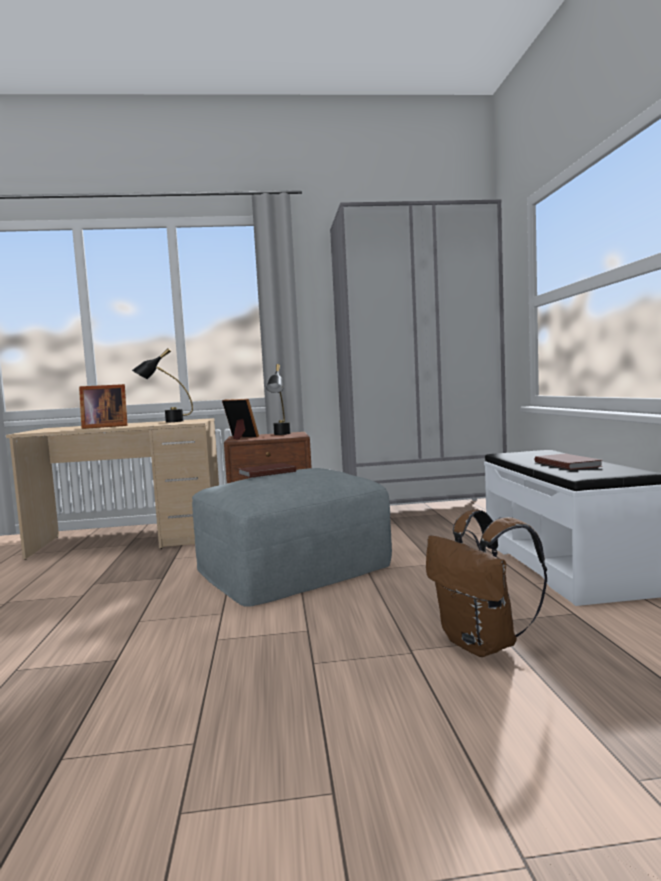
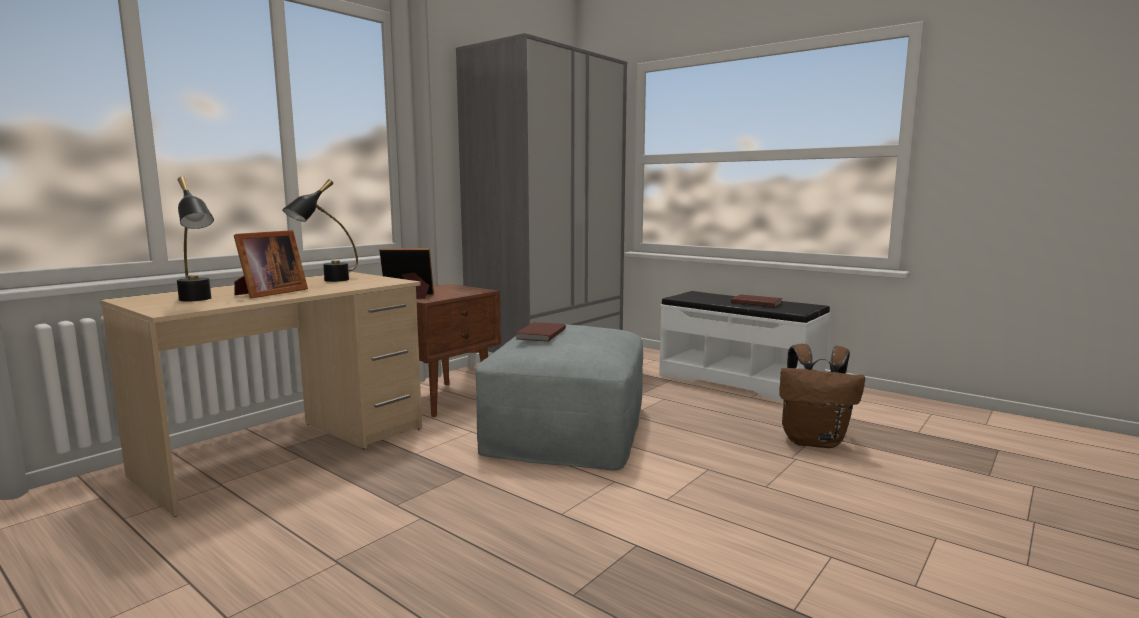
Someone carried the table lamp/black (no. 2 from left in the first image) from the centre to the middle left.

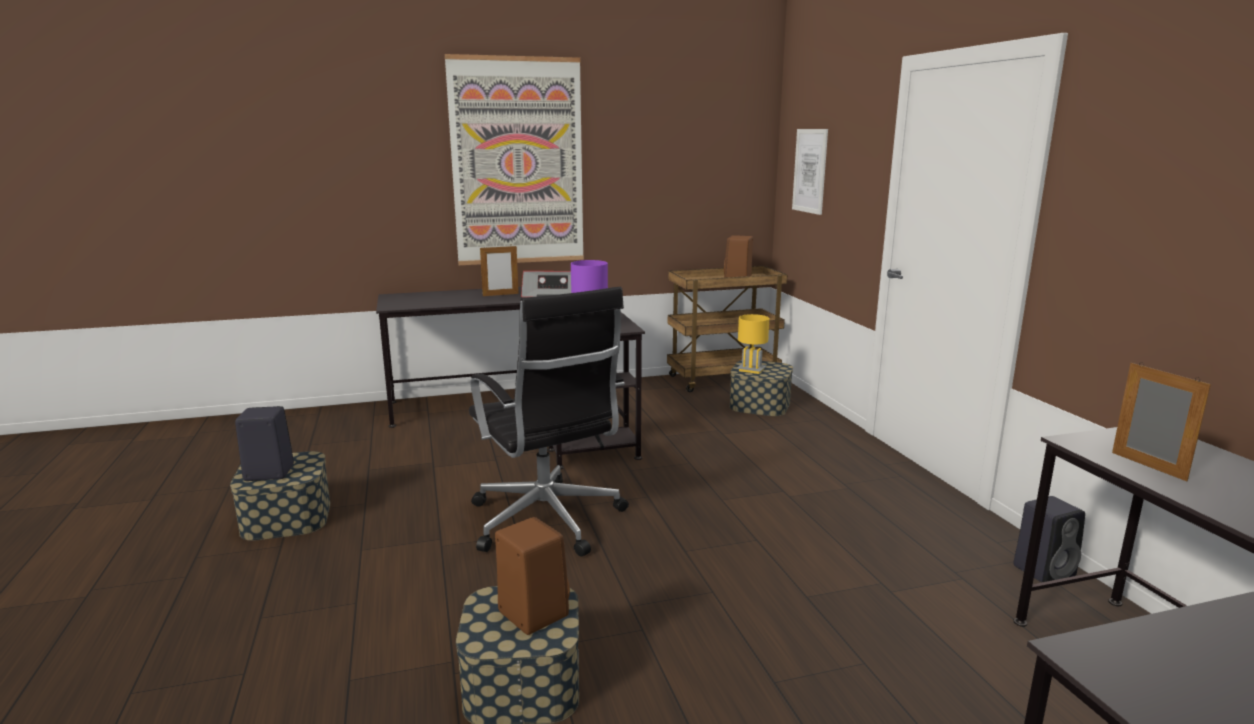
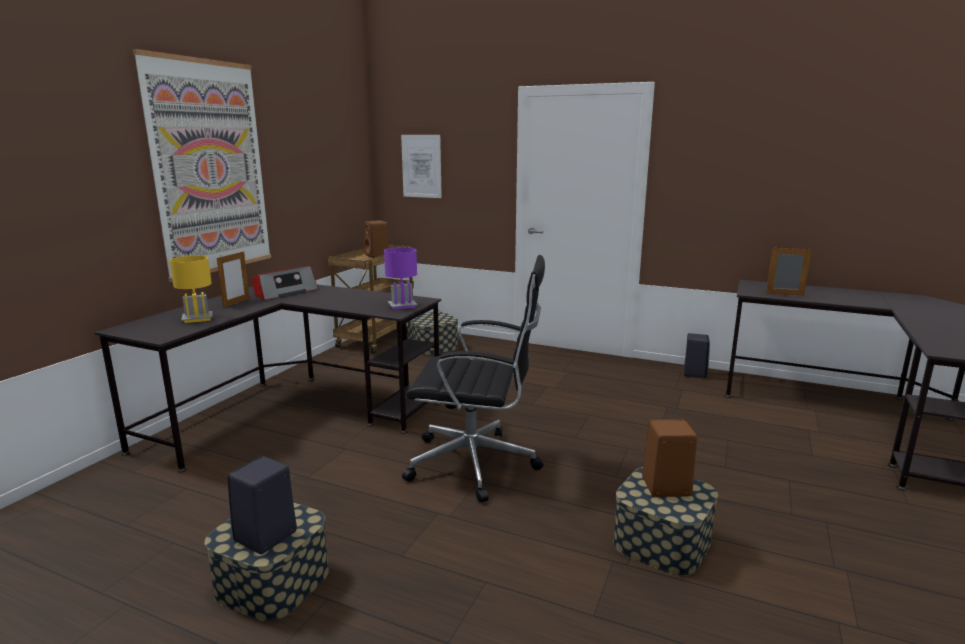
Someone carried the table lamp/yellow from the centre to the middle left.

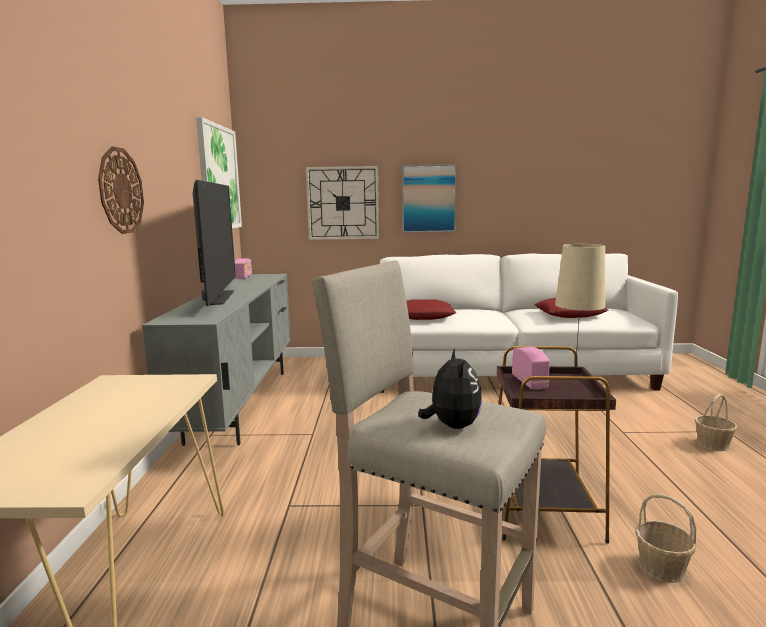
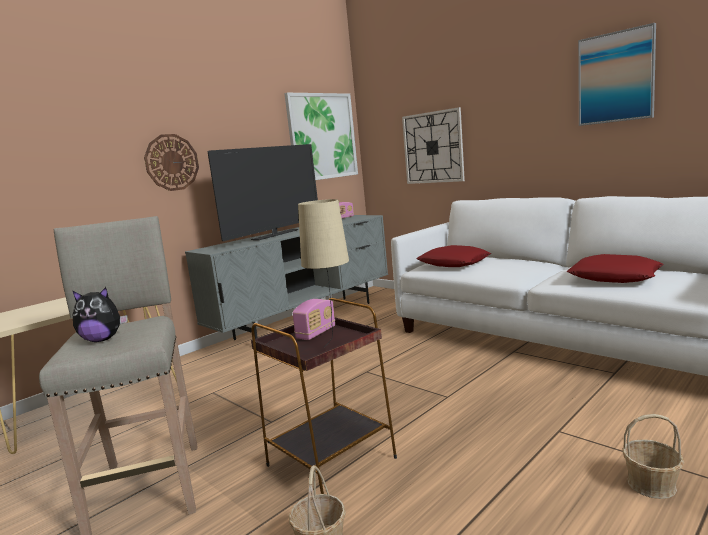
Someone carried the picture (no. 2 from left) from the top centre to the top right. Someone rotated the plush toy at the centre by 45 degrees clockwise.

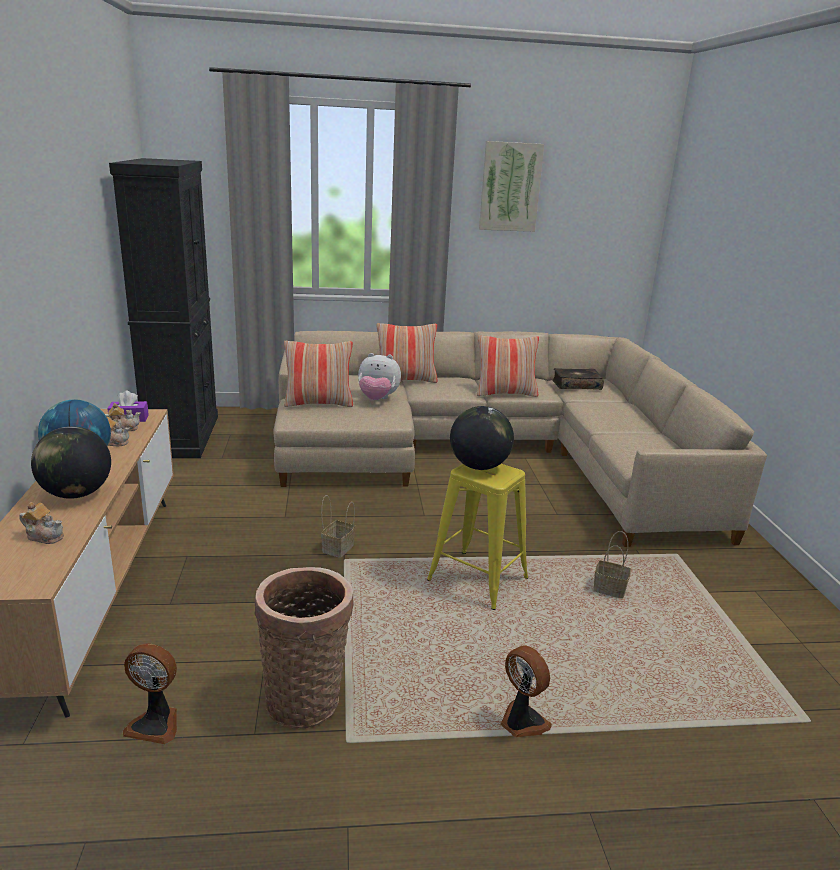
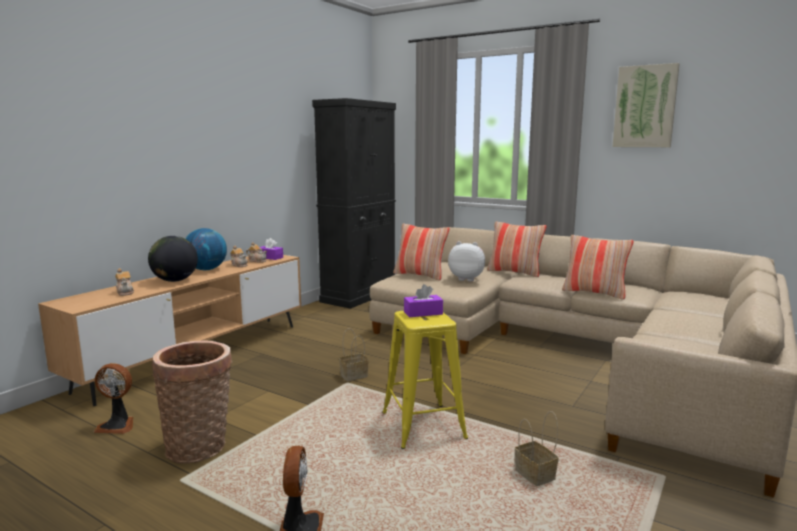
Someone rotated the fan (no. 1 from left) at the bottom left by 45 degrees counterclockwise. Someone rotated the plush toy at the centre by 150 degrees clockwise. Someone swapped the globe (no. 3 from left) at the centre for the tissue box/purple (no. 2 from left) at the centre. Someone took away the book at the middle right.

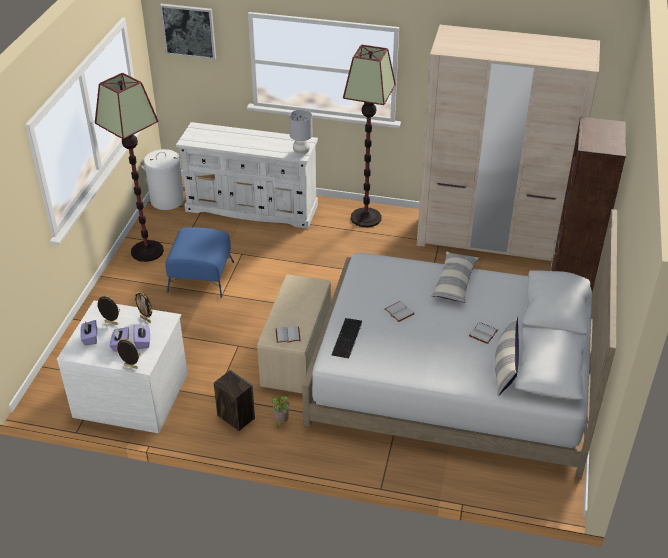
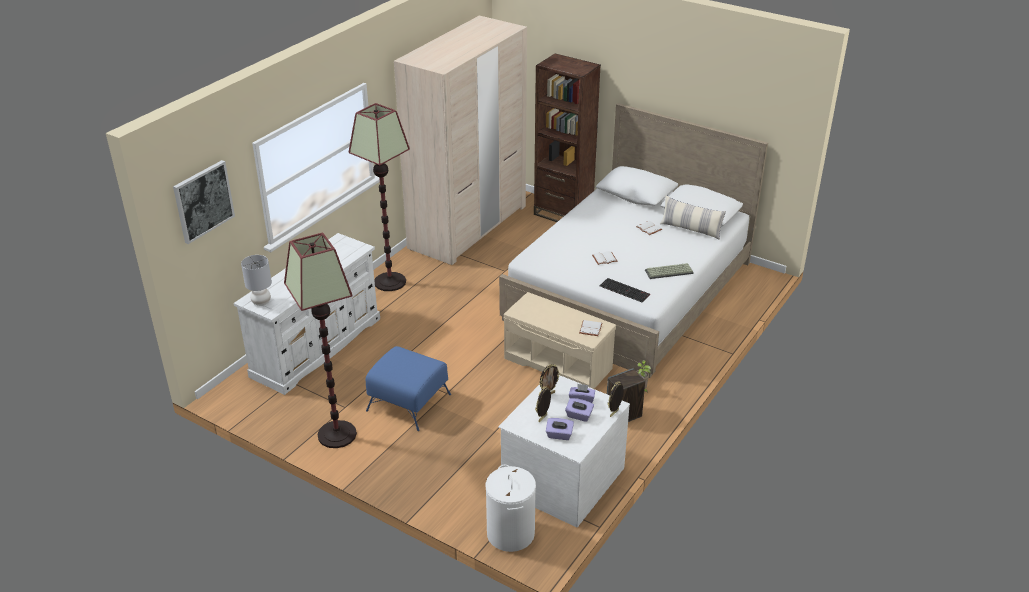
Someone carried the laundry basket/white from the top left to the bottom centre. Someone carried the table lamp/grey from the top centre to the middle left. Someone took away the pillow (no. 1 from left) at the middle right. Someone put down the keyboard (no. 2 from left) at the centre.

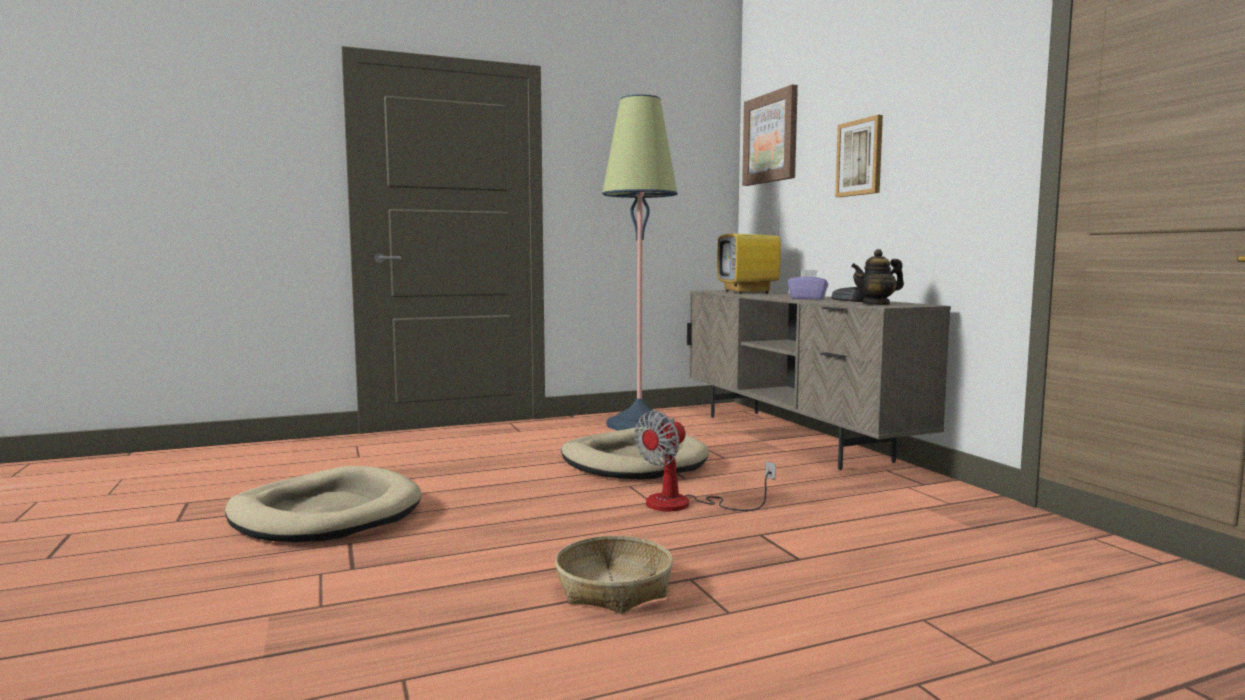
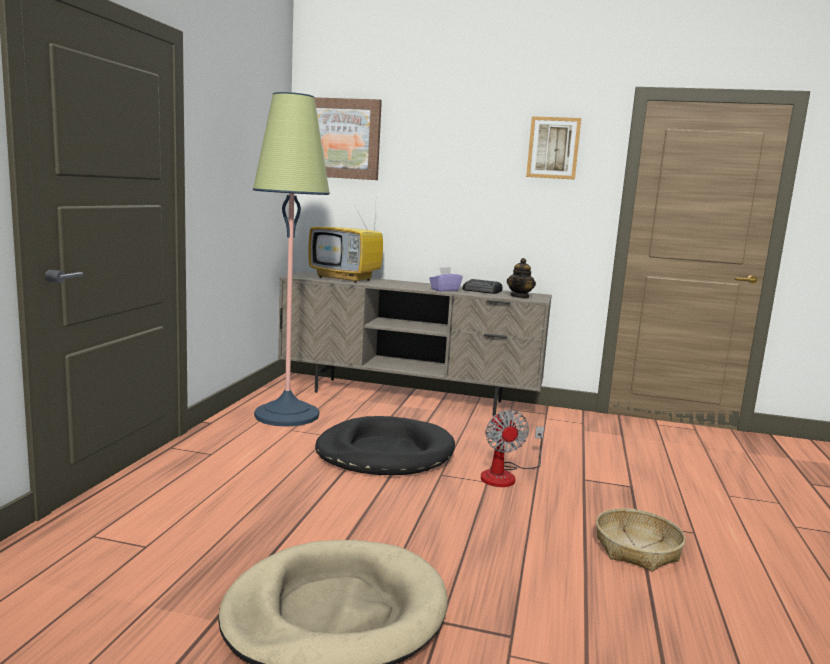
Someone repainted the dog bed/beige (no. 2 from left) at the centre, which became the dog bed/black at the bottom centre. Someone carried the picture (no. 2 from left) from the top right to the top centre.

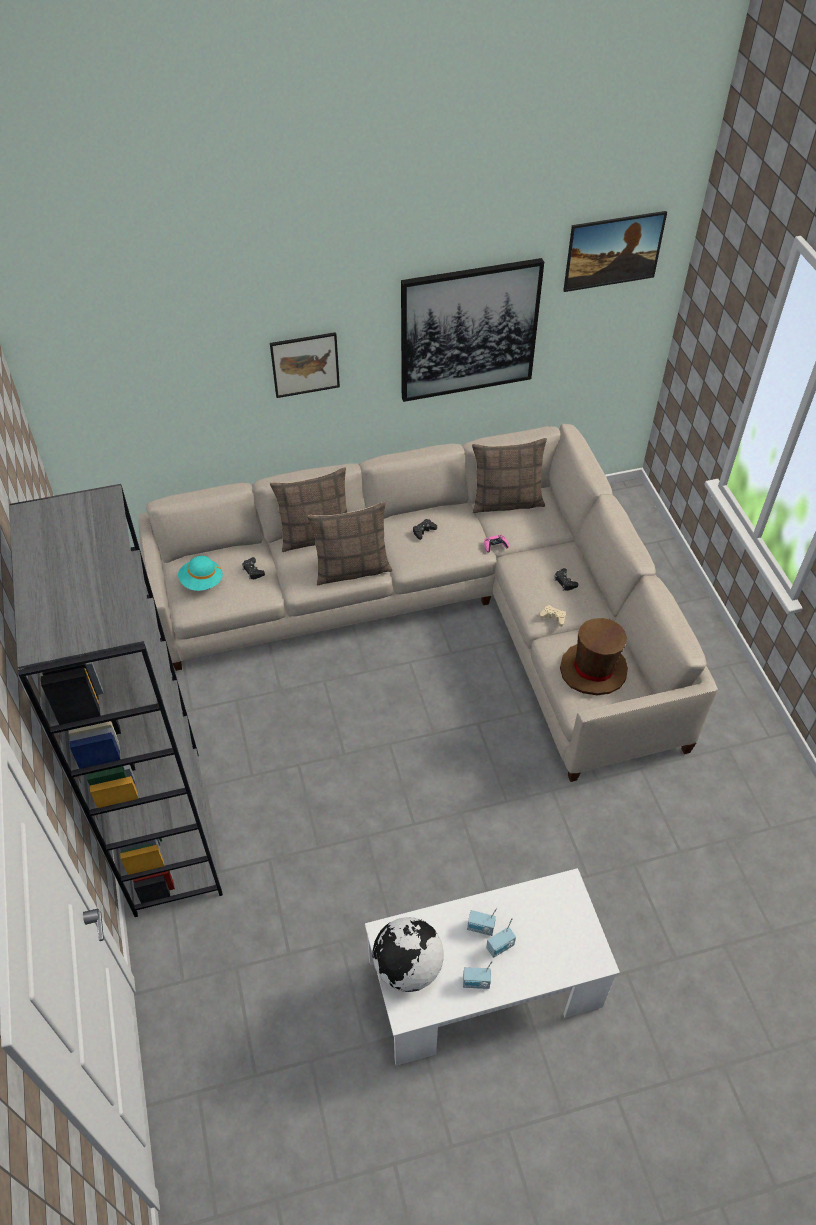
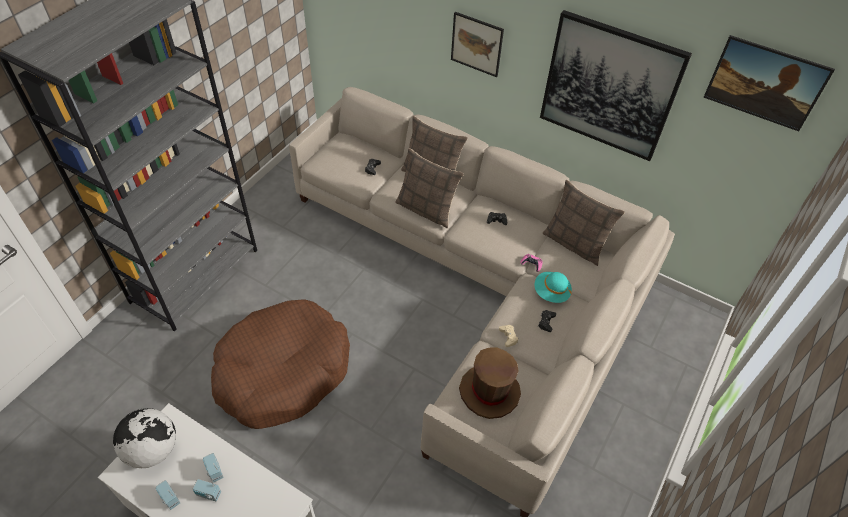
Someone carried the hat/turquoise from the middle left to the centre. Someone put down the dog bed/brown at the bottom left.

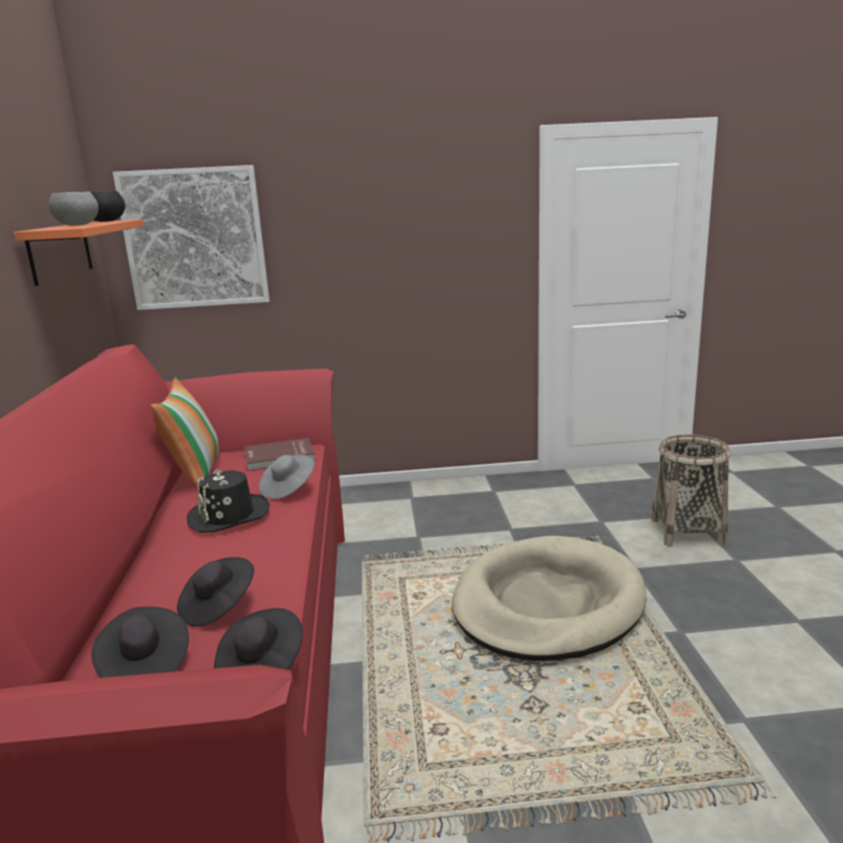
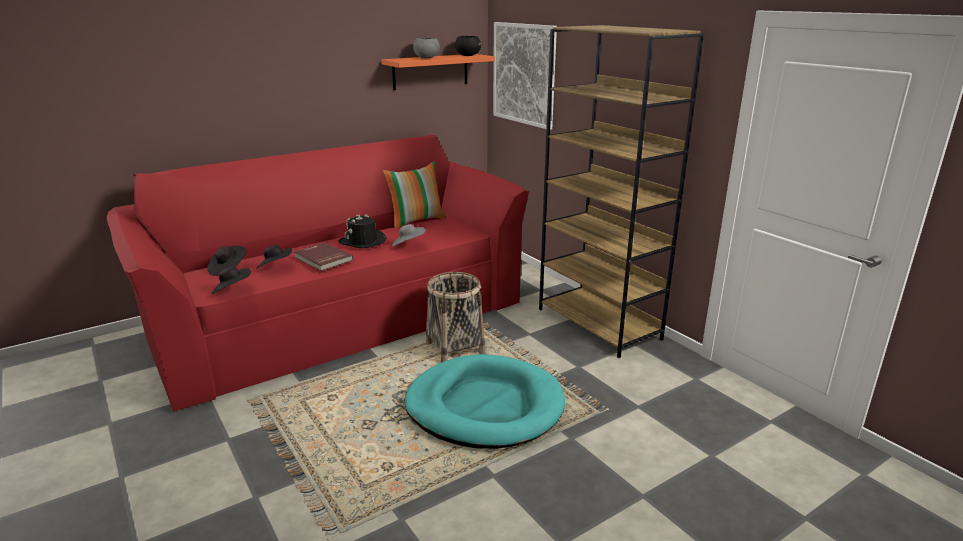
Someone carried the book/red from the middle left to the centre. Someone repainted the dog bed/beige at the bottom centre, which became the dog bed/turquoise at the bottom centre. Someone carried the basket from the middle right to the centre. Someone put down the bookcase/brown at the centre.

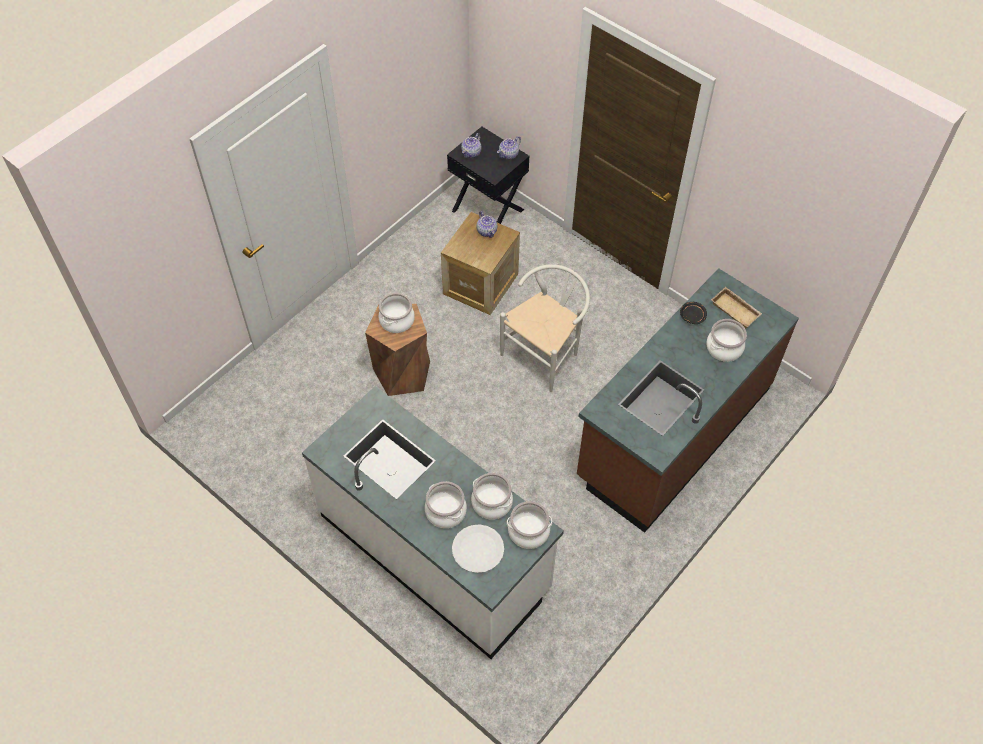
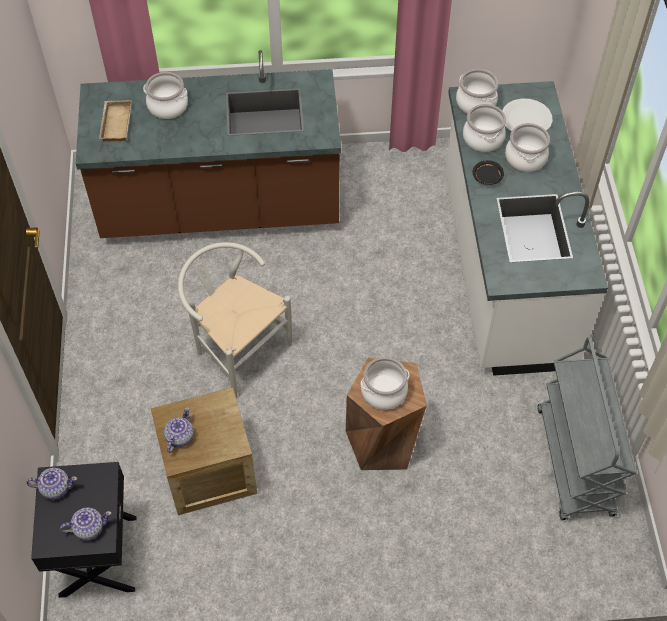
Someone rotated the chair/white at the centre by 45 degrees clockwise. Someone carried the plate/black from the middle right to the top right. Someone put down the cart/grey at the bottom right.

